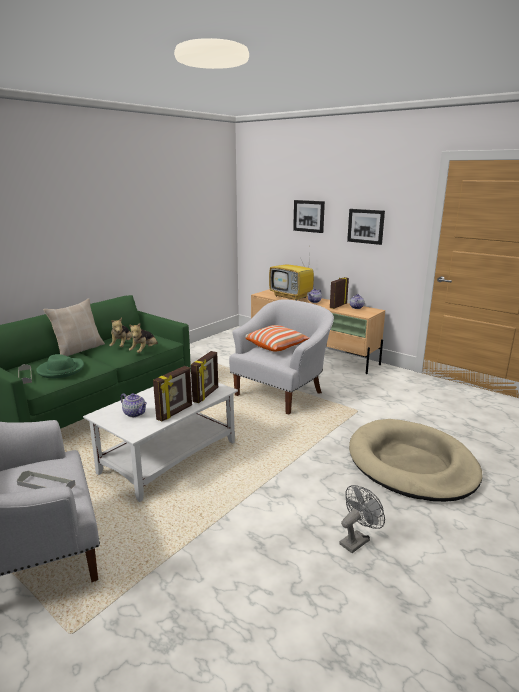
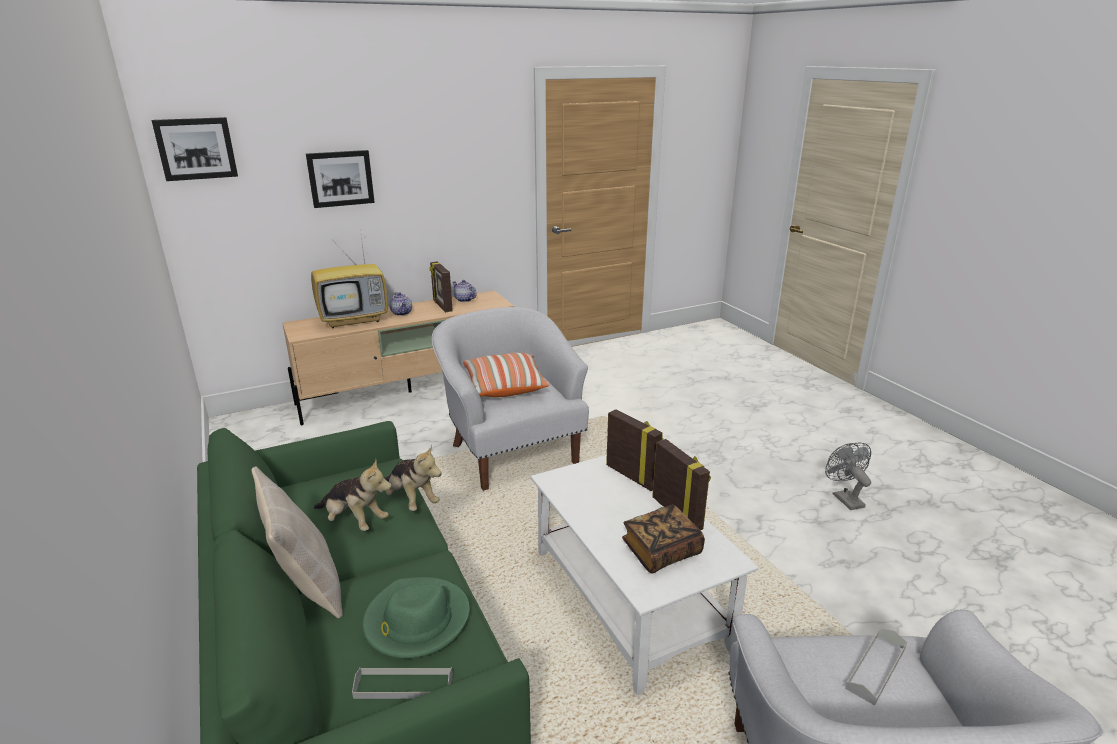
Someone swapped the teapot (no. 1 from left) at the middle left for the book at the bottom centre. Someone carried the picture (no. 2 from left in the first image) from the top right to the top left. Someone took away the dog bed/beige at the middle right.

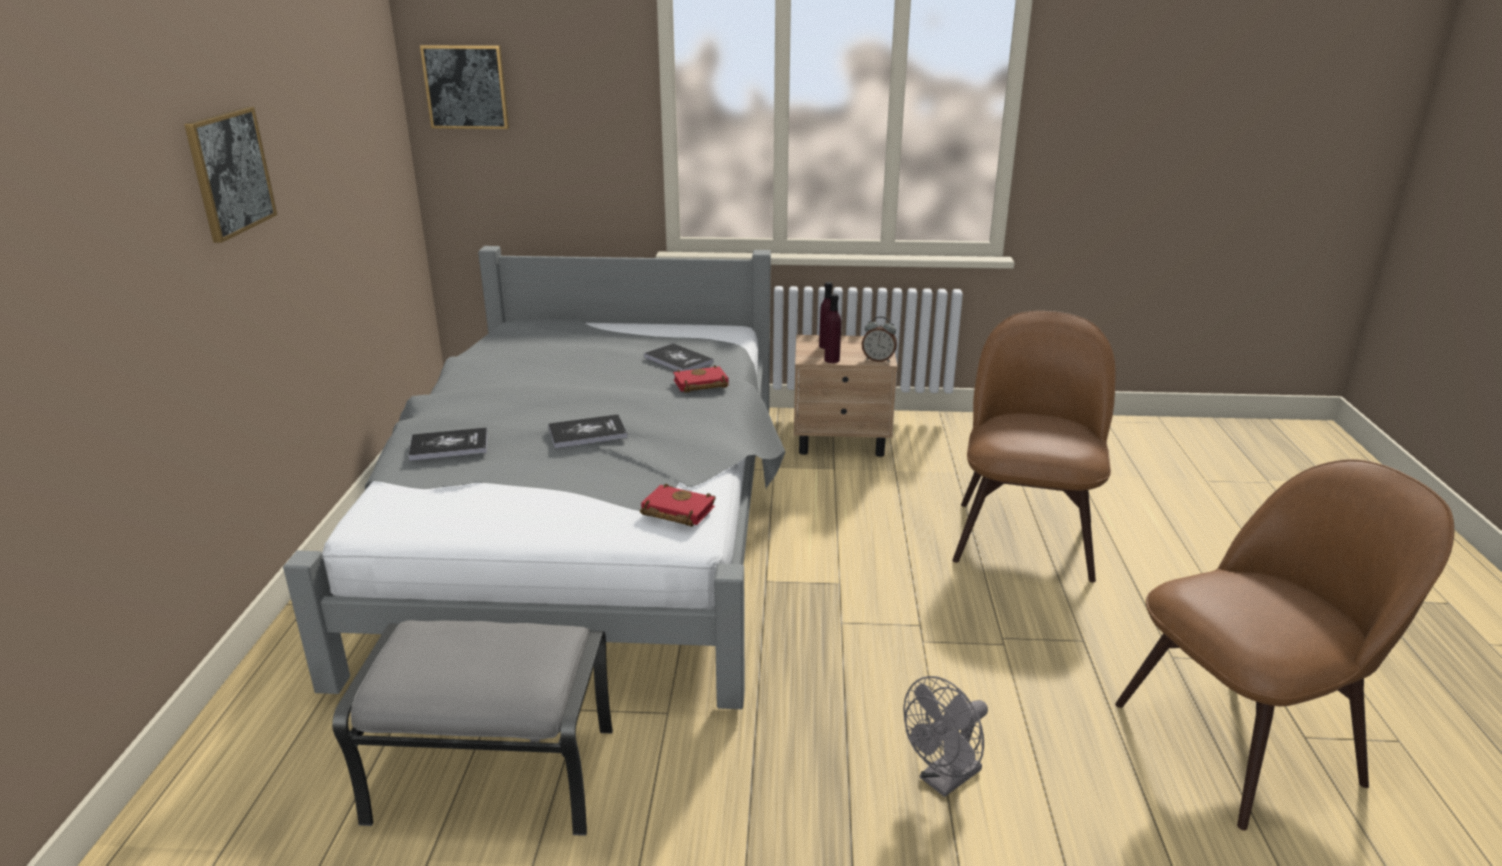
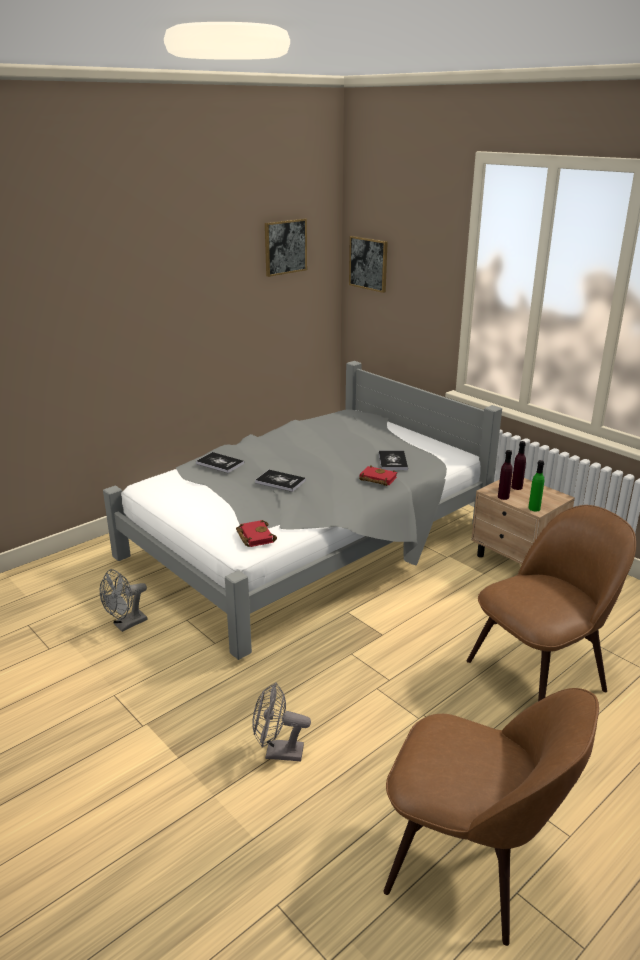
Someone carried the picture (no. 1 from left) from the top left to the top centre. Someone swapped the ottoman/grey at the bottom left for the fan/grey (no. 1 from left) at the middle left. Someone swapped the alarm clock at the centre for the bottle/green at the middle right.

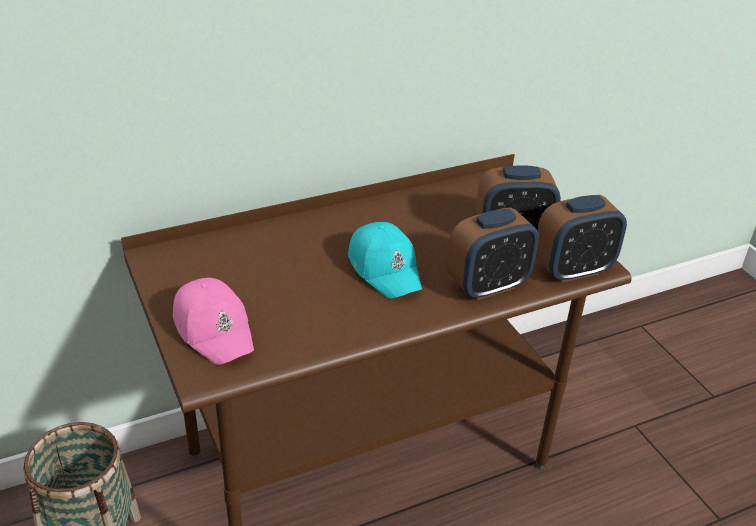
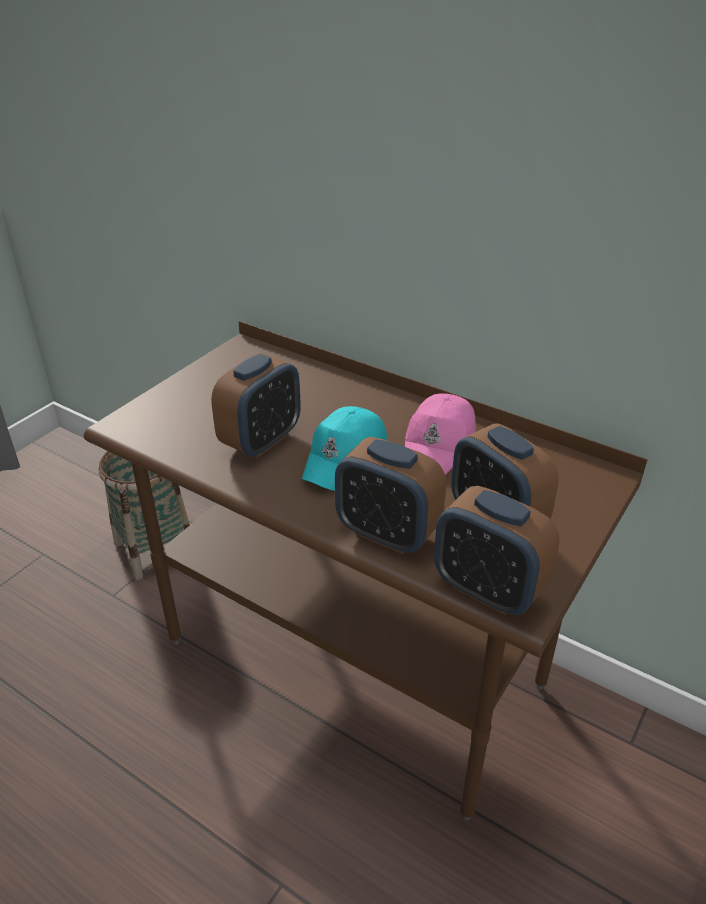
Someone carried the cap/pink from the middle left to the centre. Someone put down the alarm clock (no. 1 from left) at the centre.

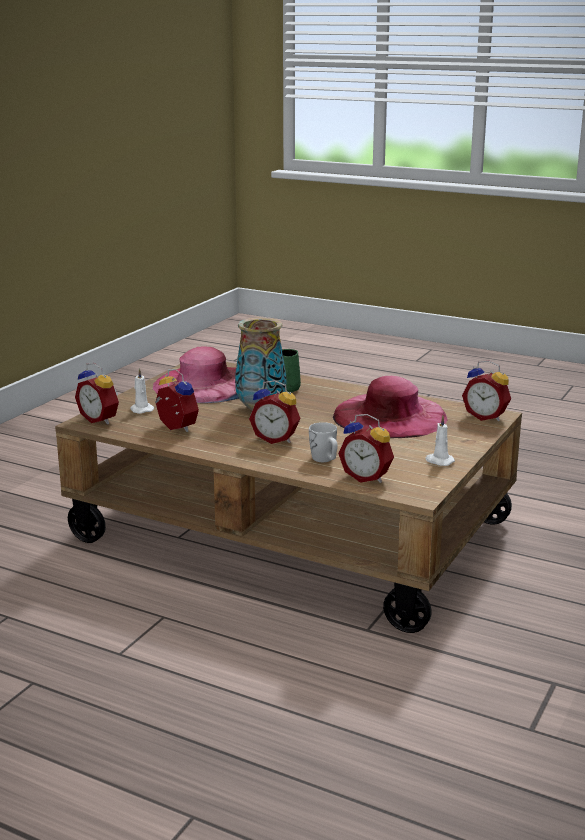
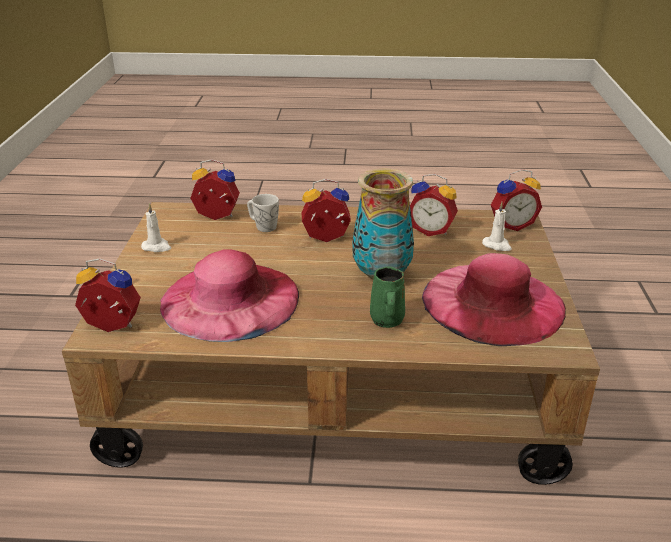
Someone rotated the alarm clock (no. 1 from left in the first image) at the middle left by 150 degrees clockwise.

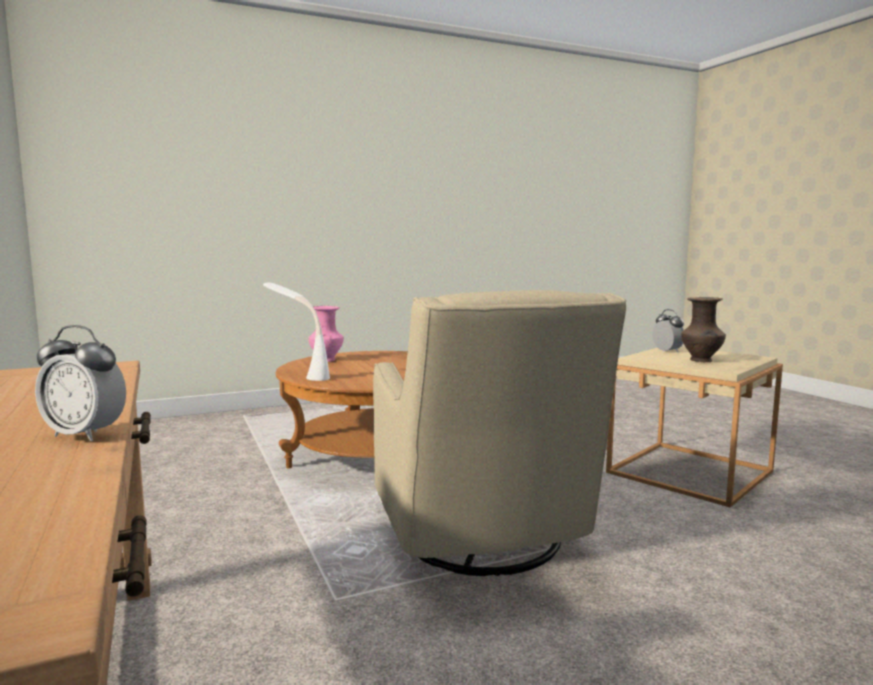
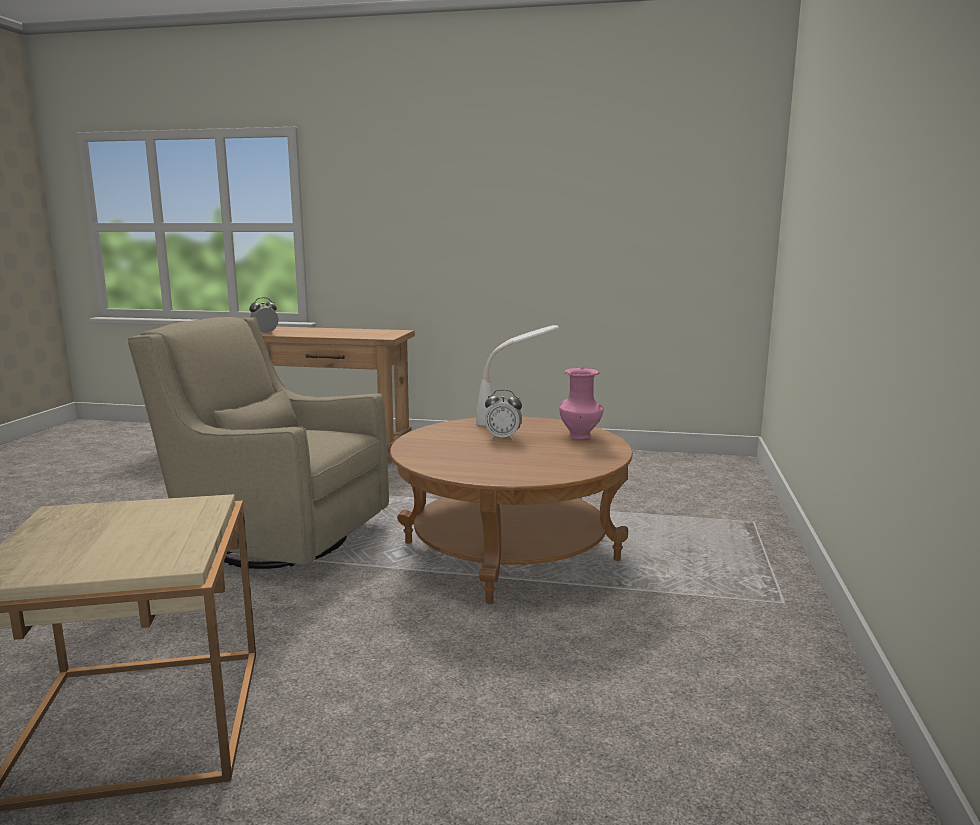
Someone carried the alarm clock (no. 2 from left) from the middle right to the centre. Someone took away the vase/brown at the middle right.

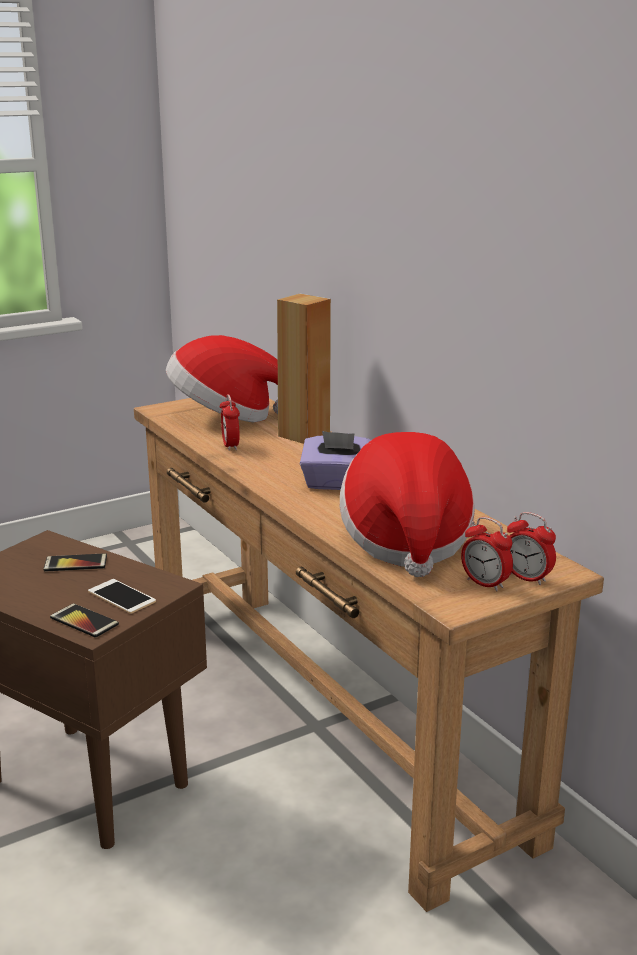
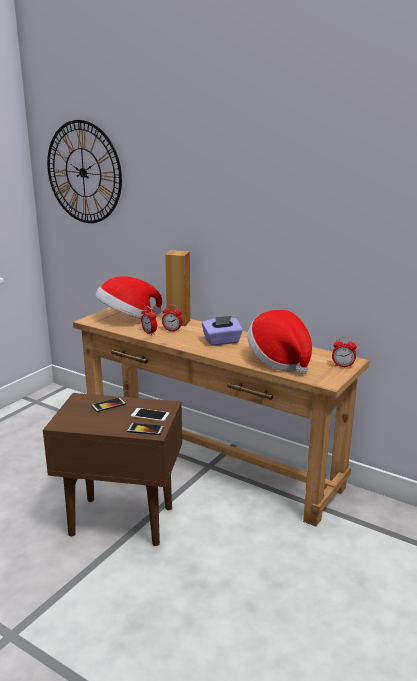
Someone carried the alarm clock (no. 2 from left) from the middle right to the centre. Someone put up the wall clock at the top left.

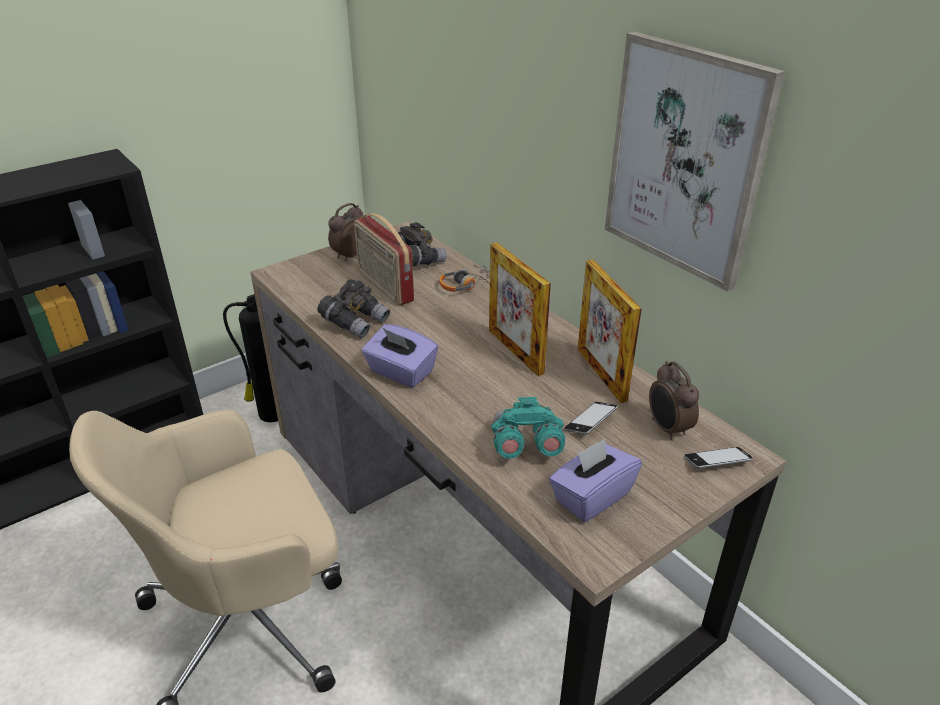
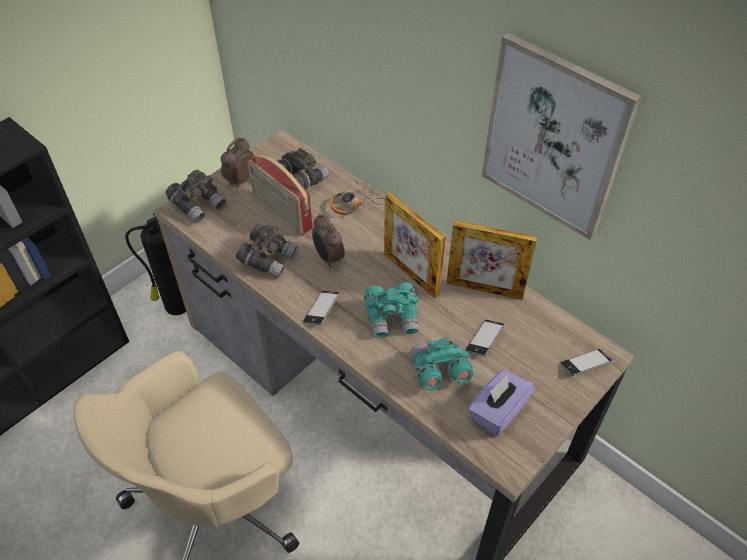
Someone swapped the tissue box/purple (no. 1 from left) at the centre for the phone (no. 1 from left) at the centre. Someone rotated the picture frame (no. 2 from left) at the centre by 45 degrees counterclockwise. Someone carried the alarm clock (no. 2 from left) from the middle right to the centre. Someone put down the binoculars/grey (no. 1 from left) at the middle left. Someone put down the binoculars/turquoise (no. 1 from left) at the centre.

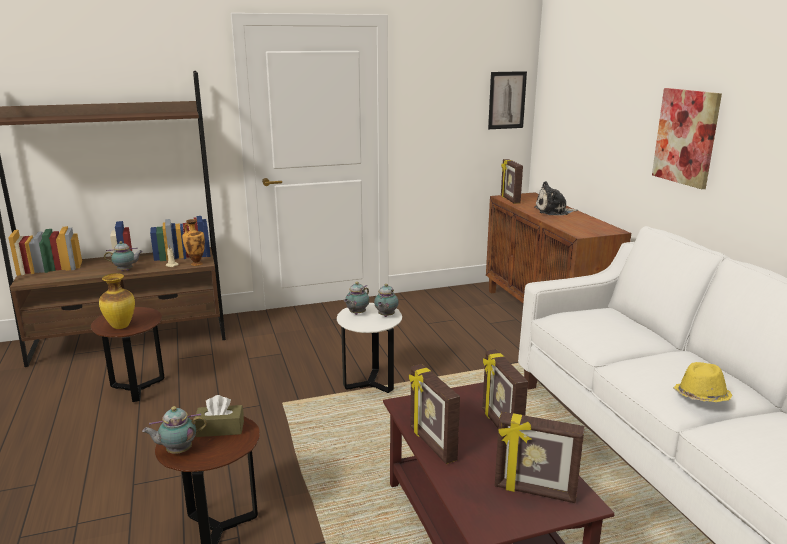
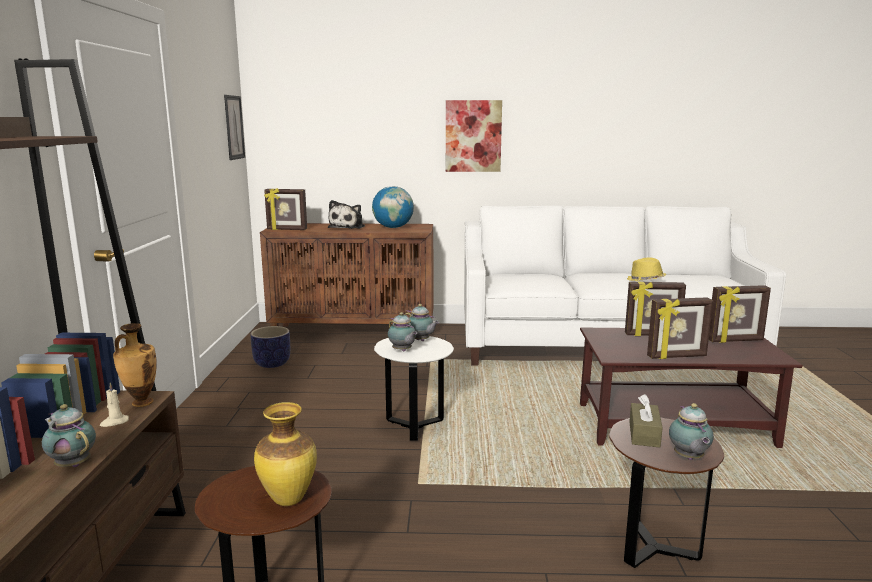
Someone rotated the teapot (no. 1 from left) at the middle left by 60 degrees counterclockwise. Someone rotated the picture frame (no. 4 from left) at the bottom right by 45 degrees clockwise. Someone put down the planter at the middle left. Someone put down the globe at the centre.

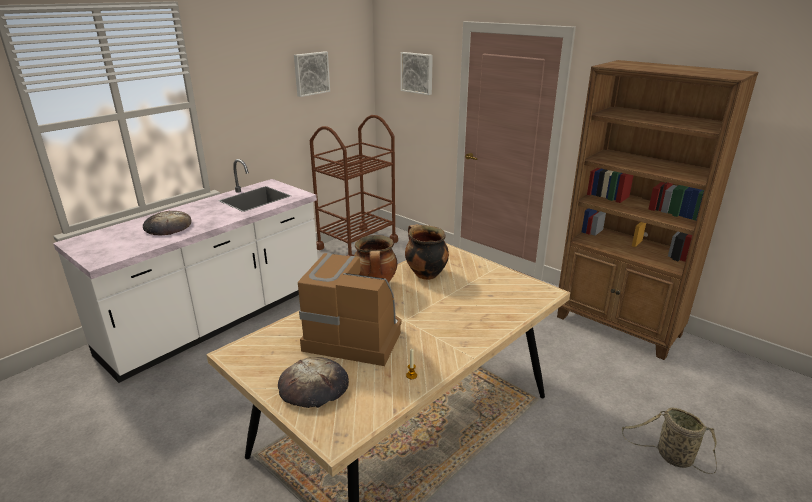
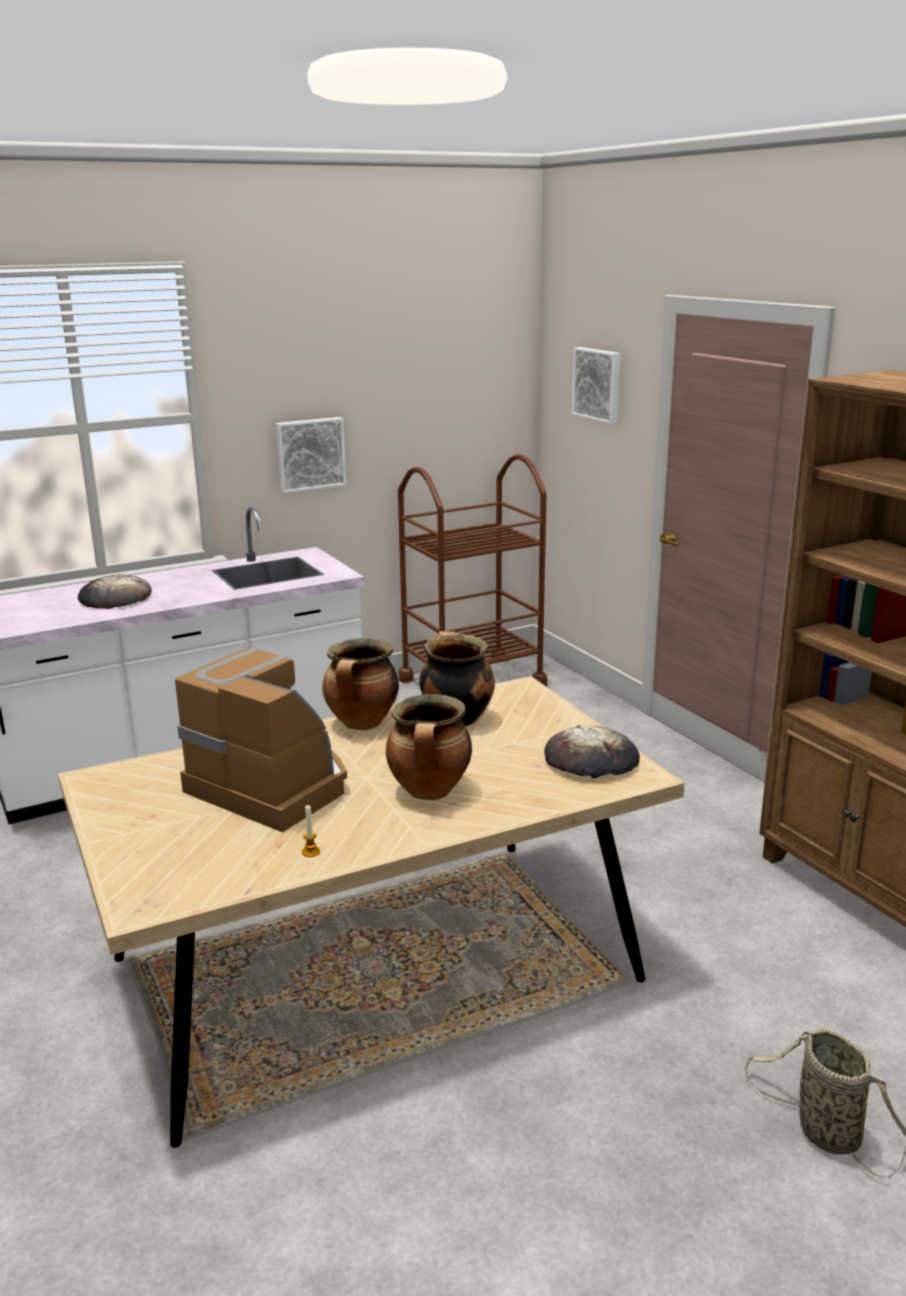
Someone carried the bread (no. 2 from left) from the bottom centre to the centre. Someone carried the picture (no. 1 from left) from the top centre to the centre. Someone put down the cooking pot (no. 2 from left) at the centre.

